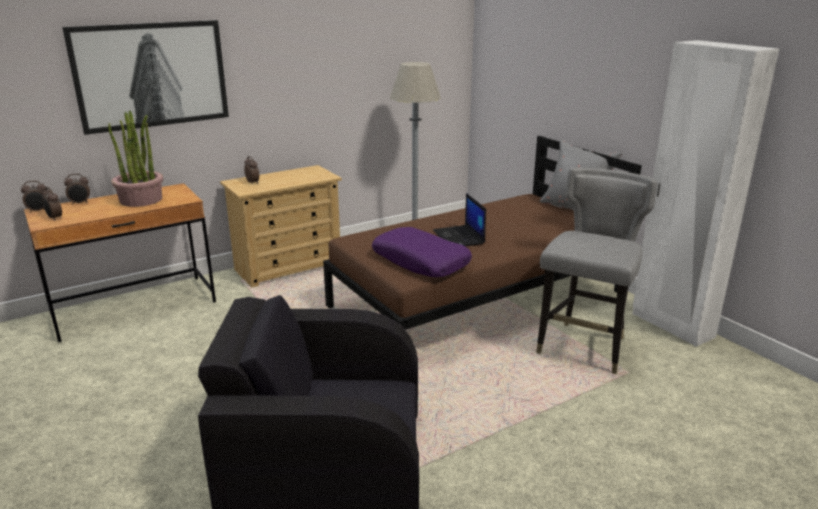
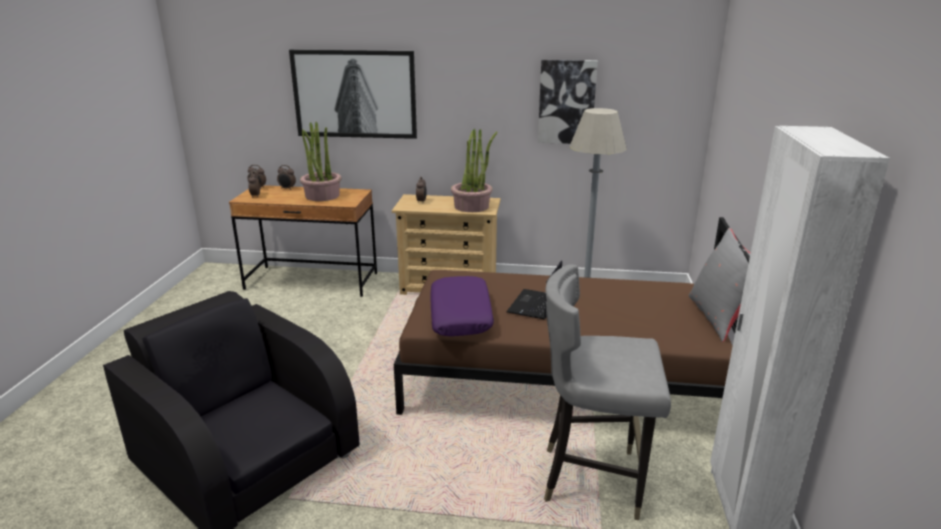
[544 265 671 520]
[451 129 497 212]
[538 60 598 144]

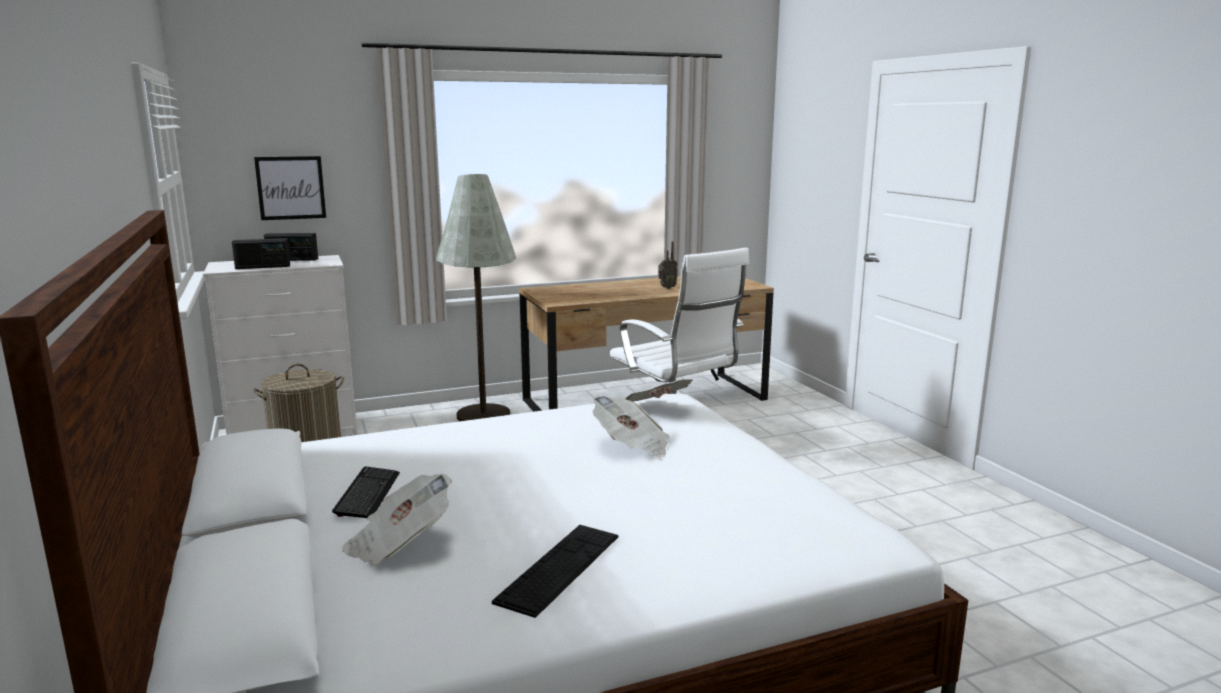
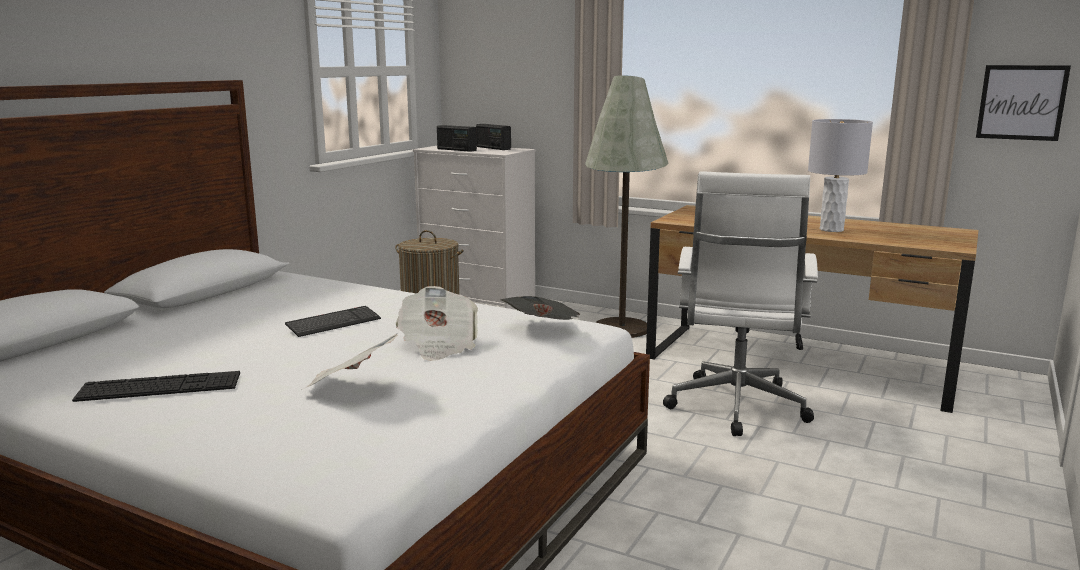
[976 65 1071 141]
[285 306 381 337]
[304 333 398 389]
[808 119 873 232]

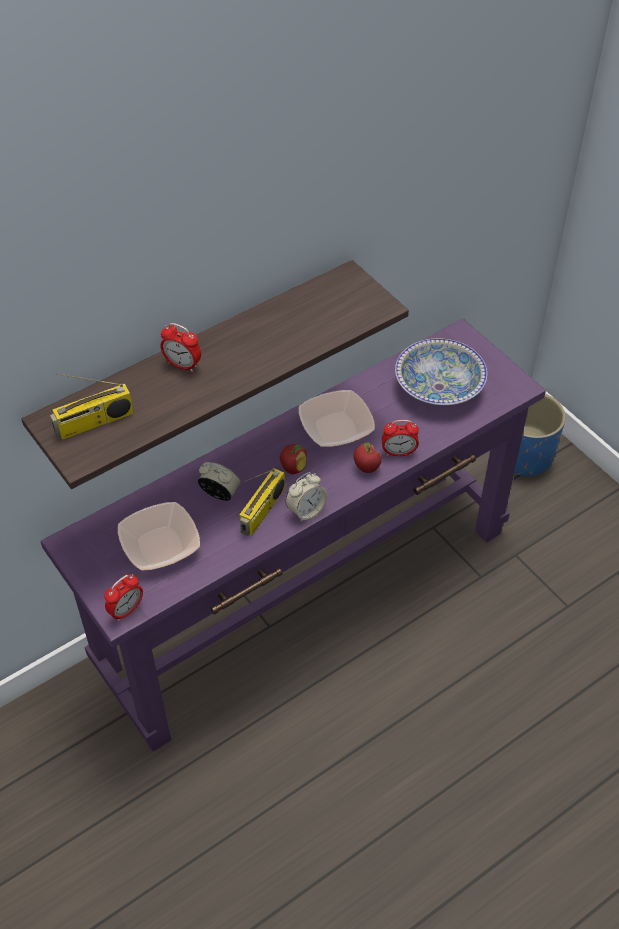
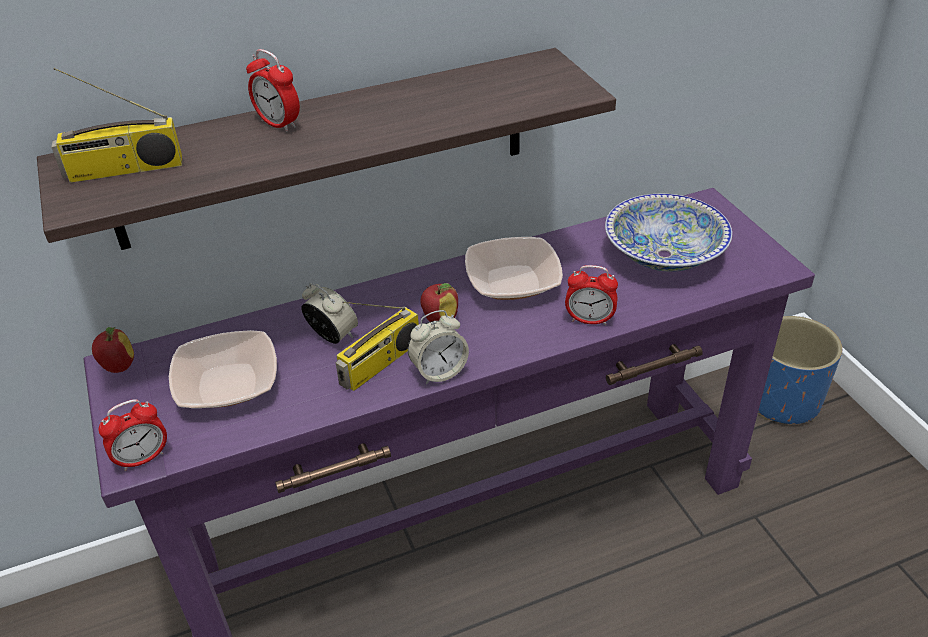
[92 327 134 373]

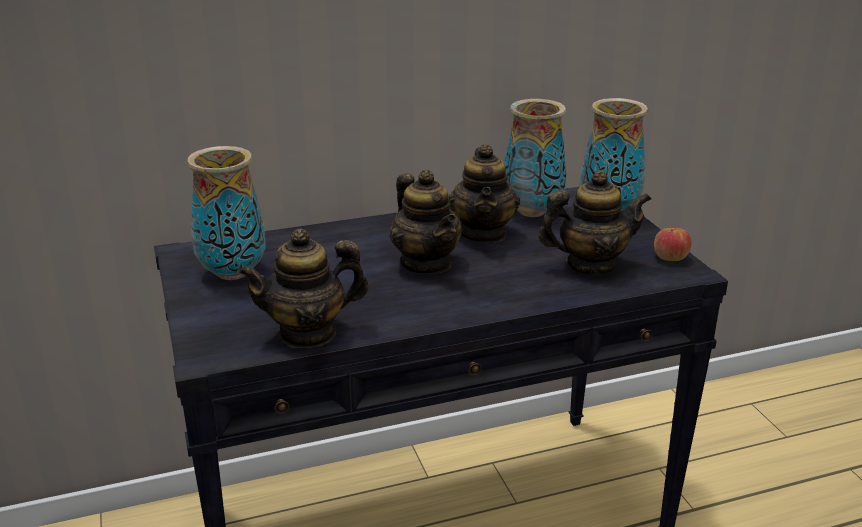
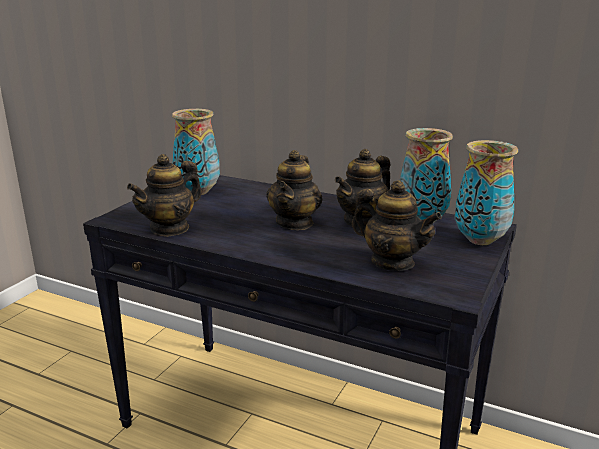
[127 154 202 237]
[654 228 692 261] (first image)

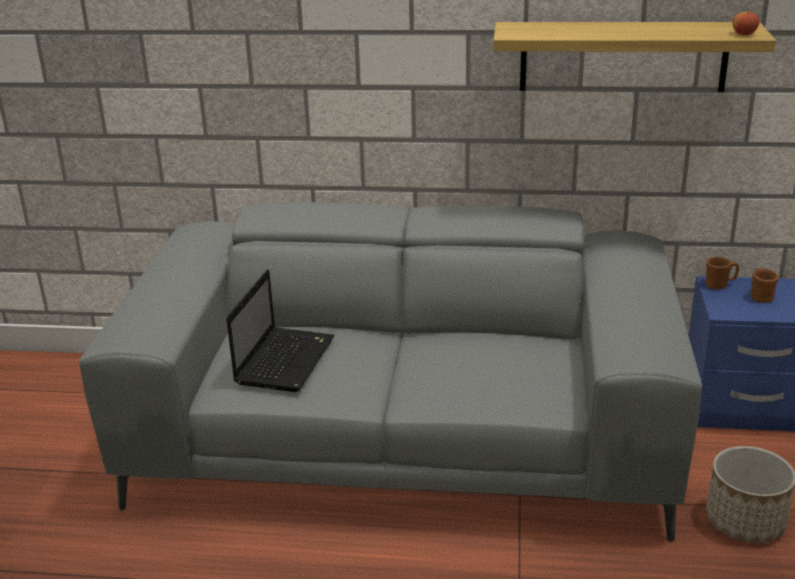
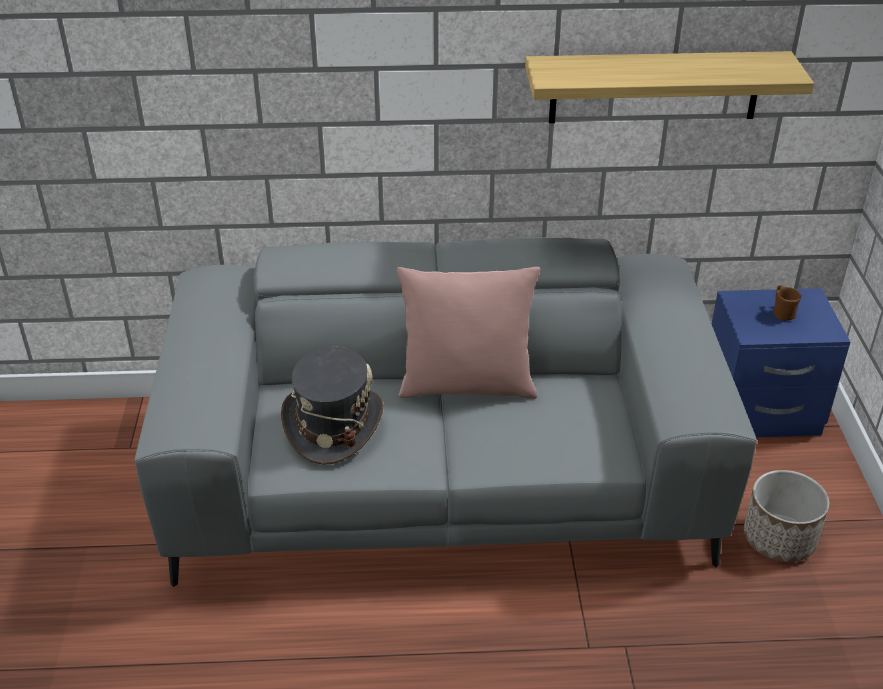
[281 347 384 465]
[705 257 739 289] (first image)
[733 9 759 35] (first image)
[397 267 540 399]

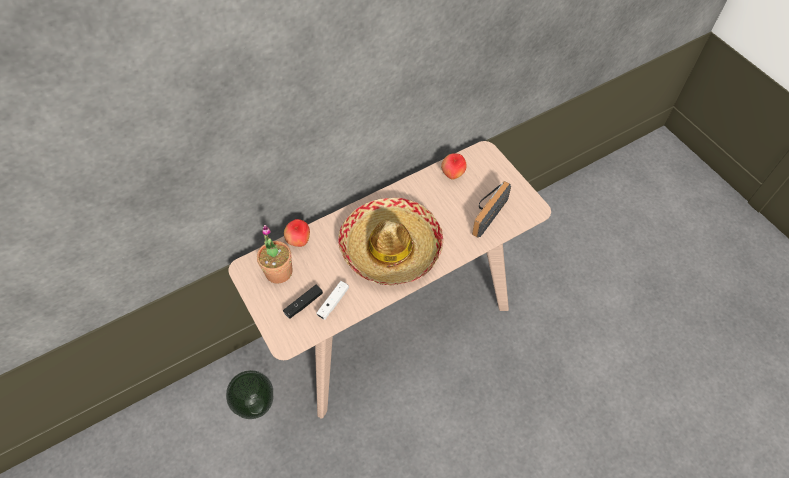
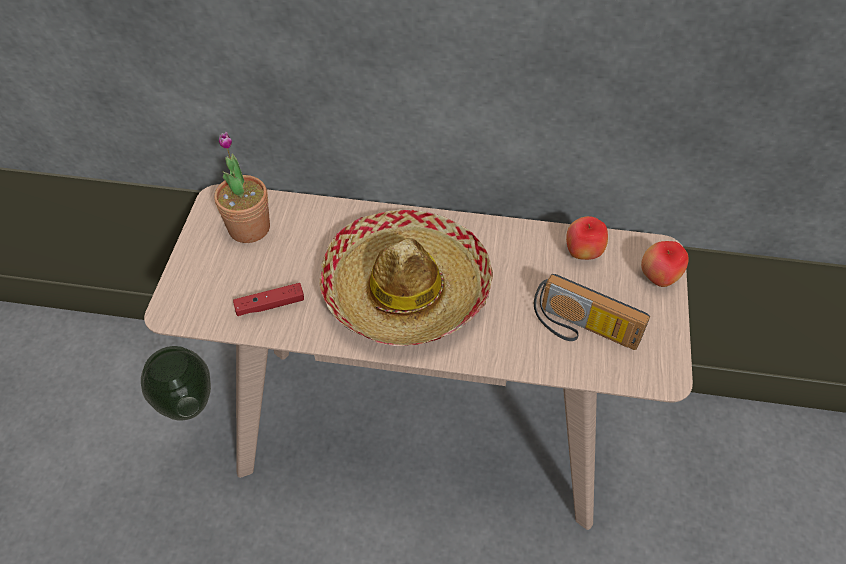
[283 285 323 319] (first image)
[641 241 689 287]
[233 283 304 316]
[534 274 650 350]

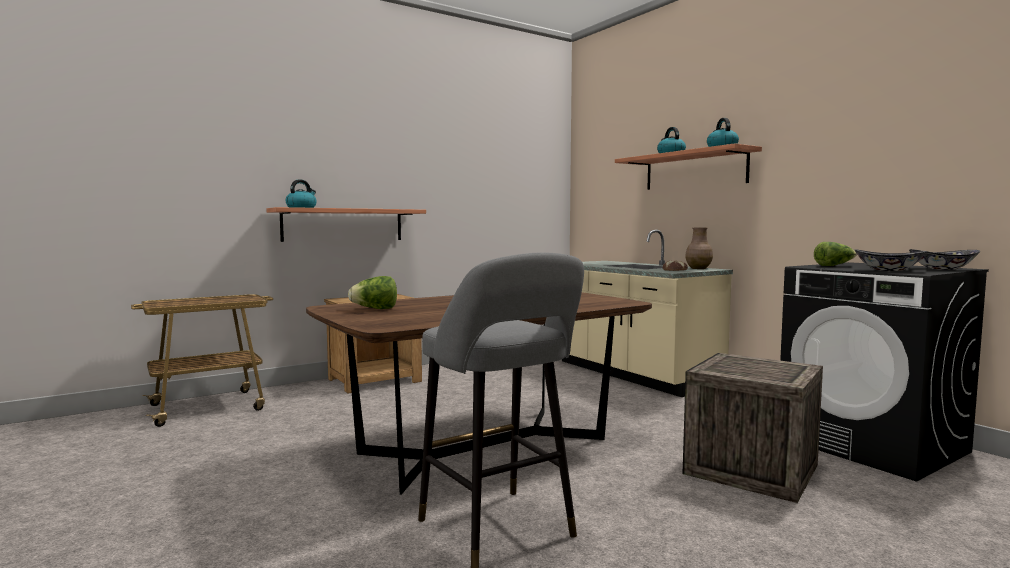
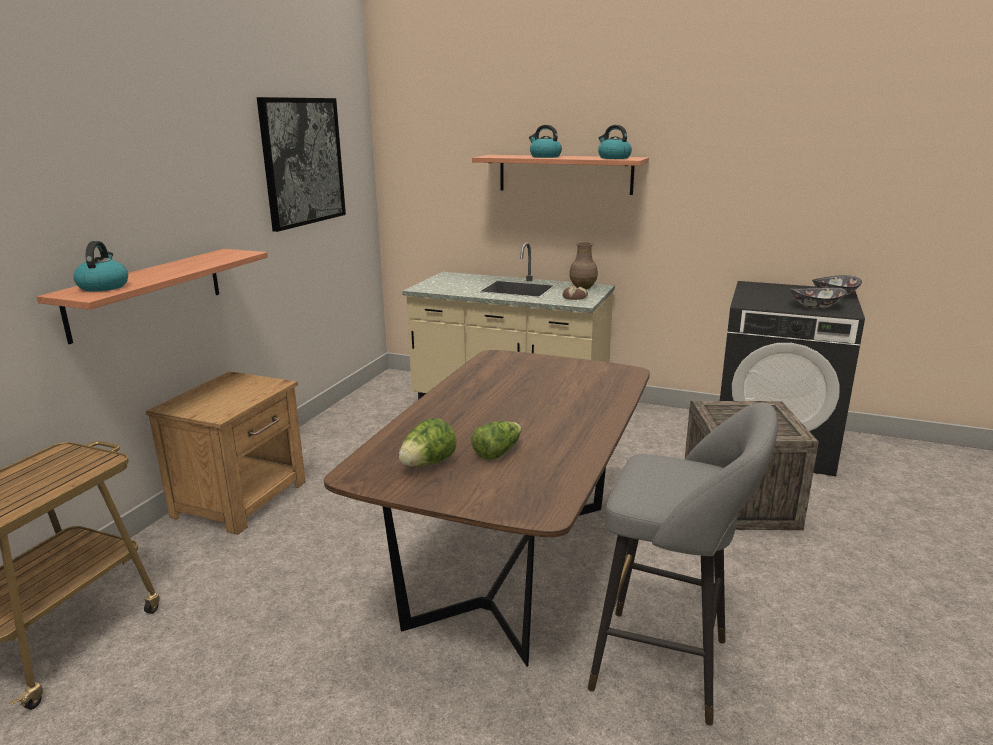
[471 421 522 460]
[257 97 346 232]

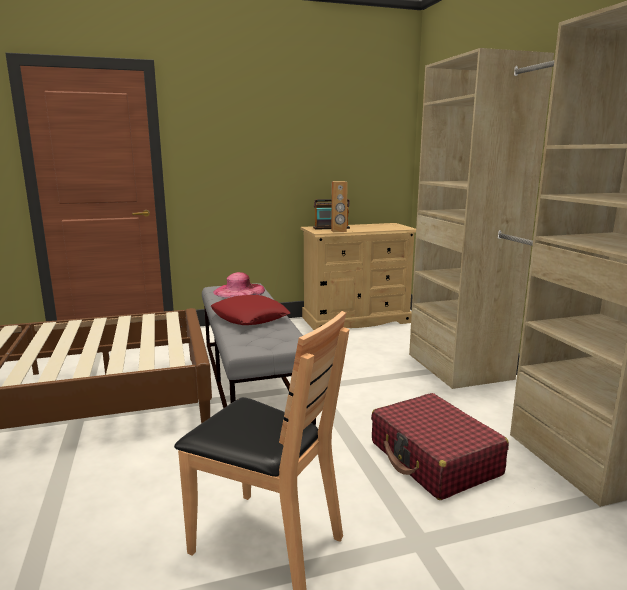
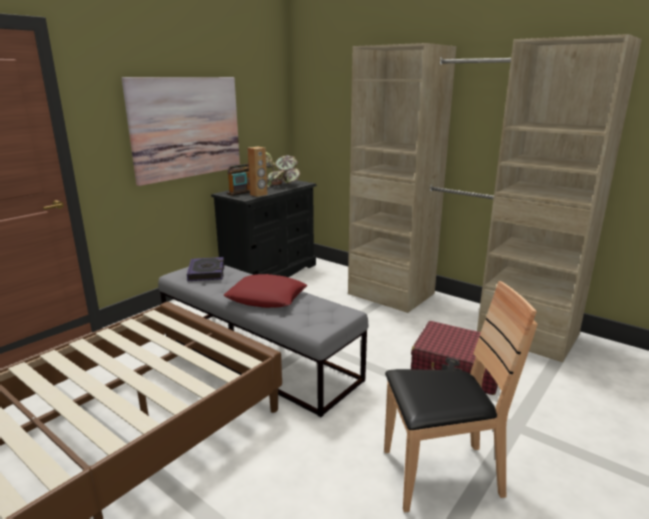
[187 257 224 281]
[211 179 317 277]
[122 77 240 186]
[266 152 300 187]

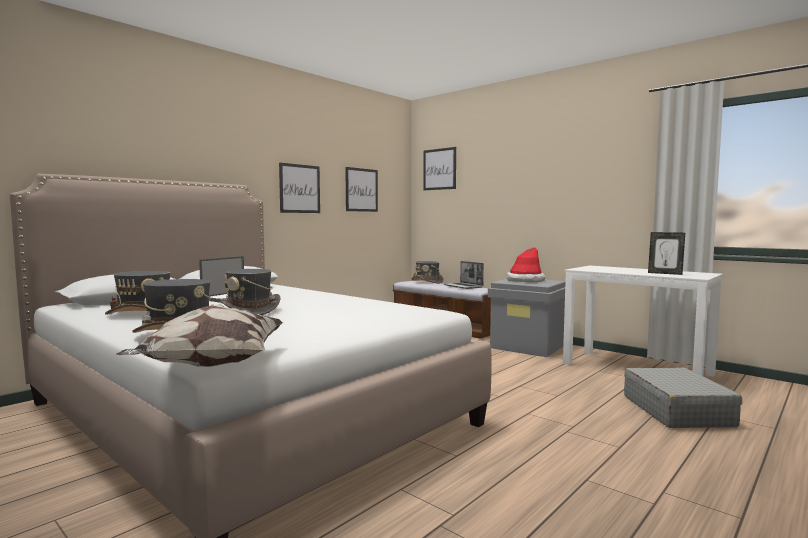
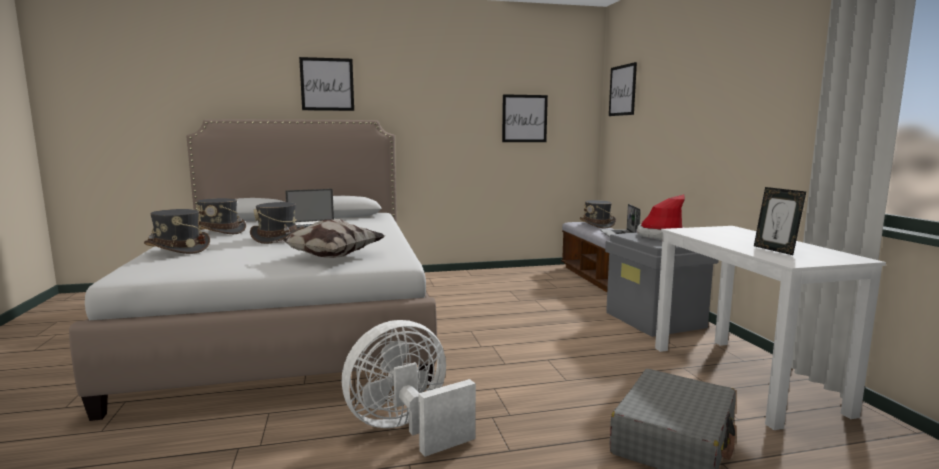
[271 219 384 258]
[299 57 354 111]
[342 320 476 457]

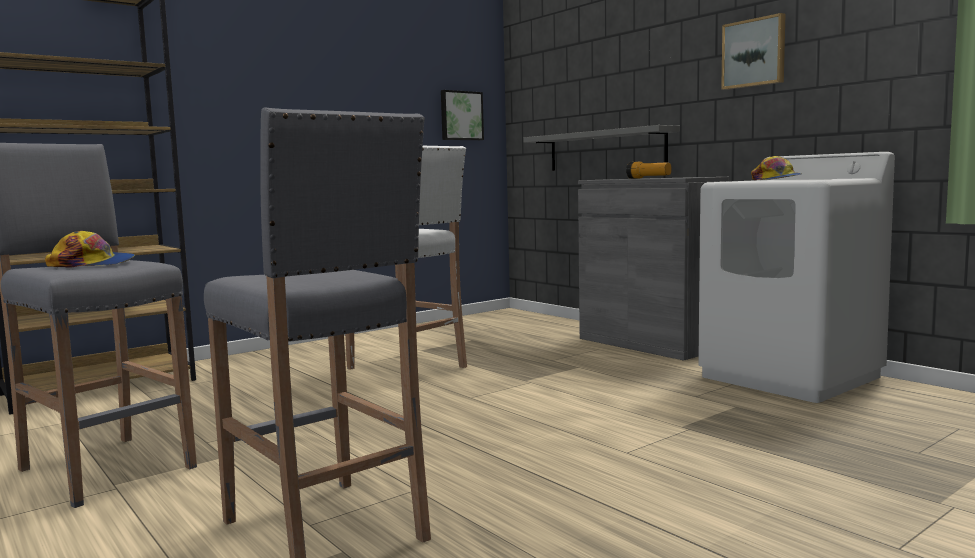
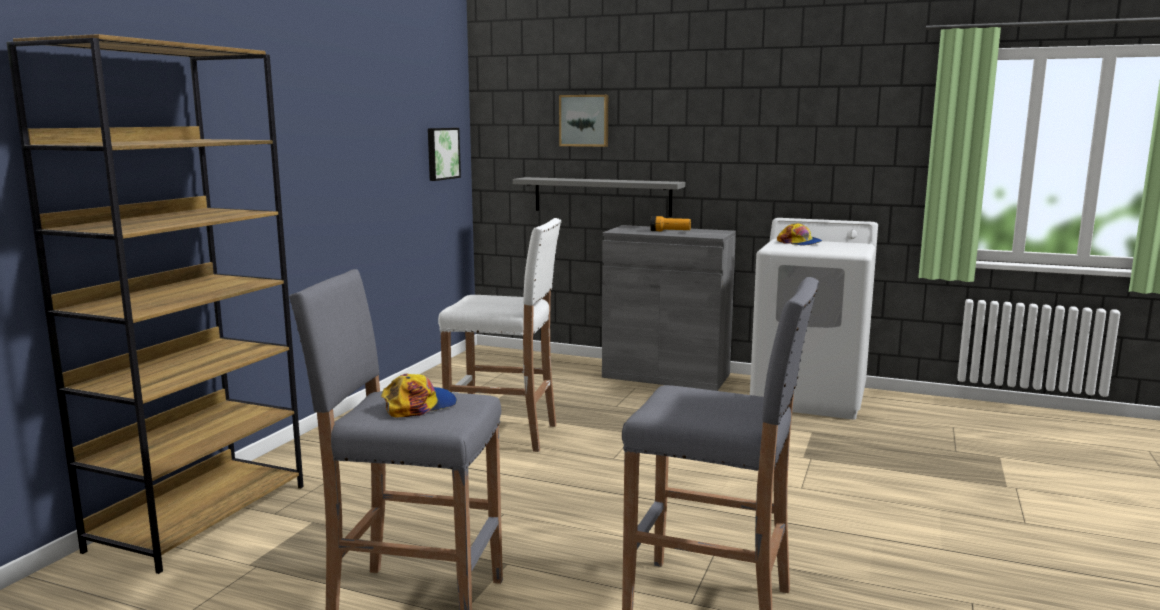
[559 95 608 147]

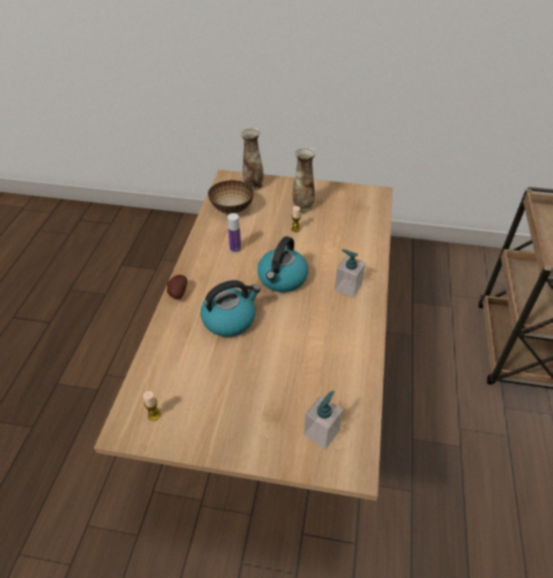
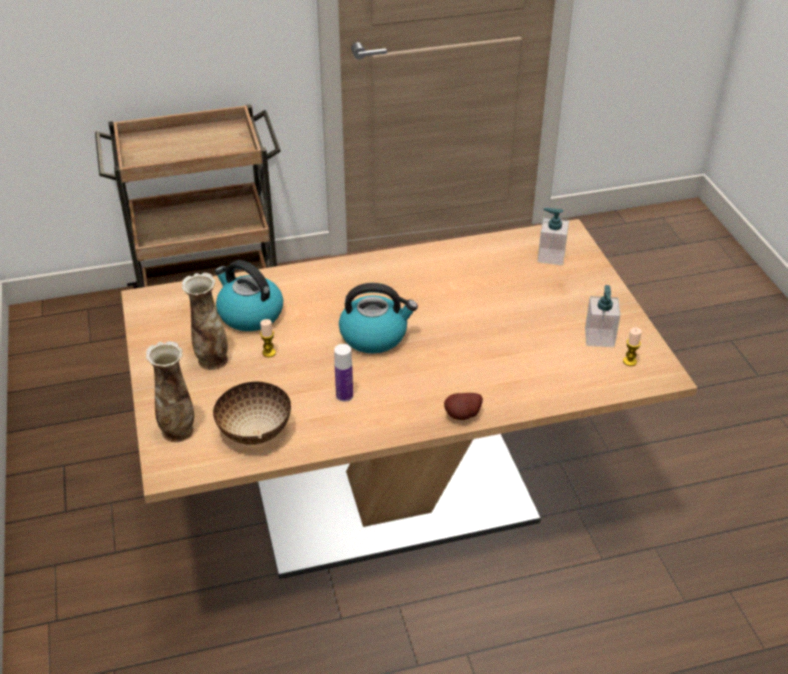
[215 260 283 331]
[585 285 620 347]

